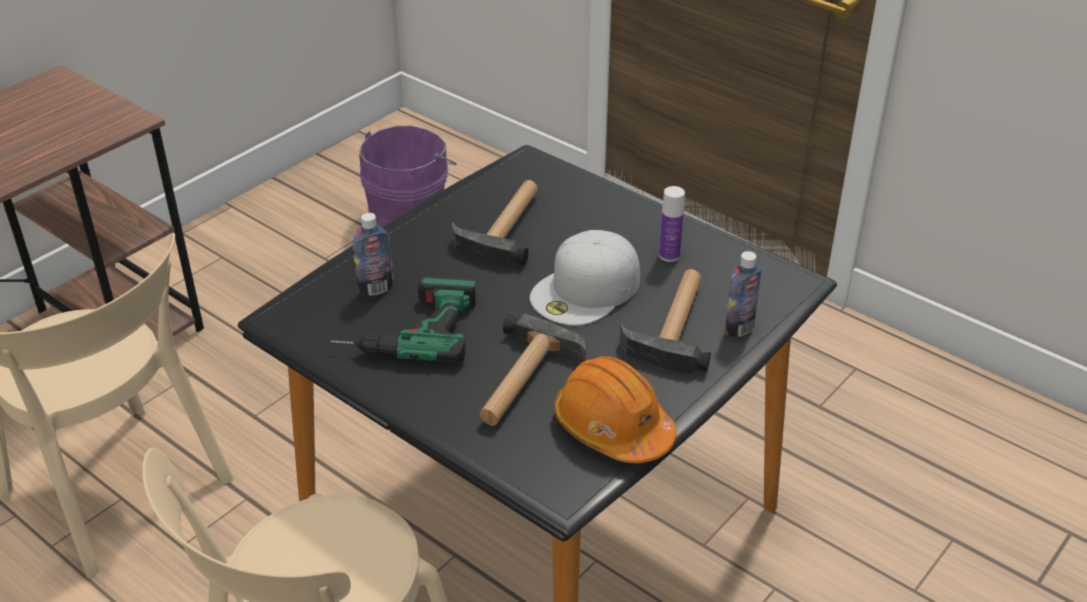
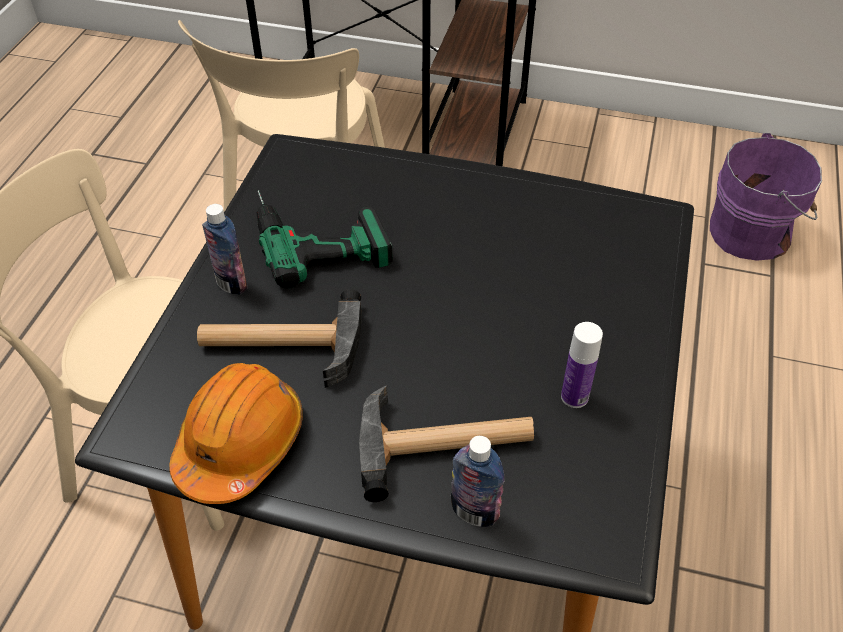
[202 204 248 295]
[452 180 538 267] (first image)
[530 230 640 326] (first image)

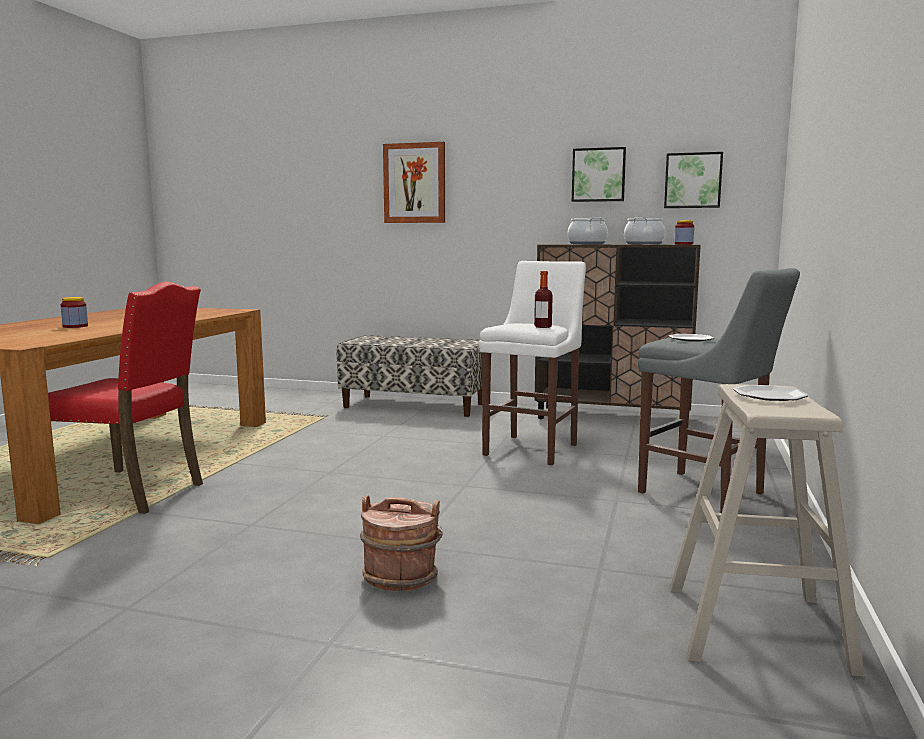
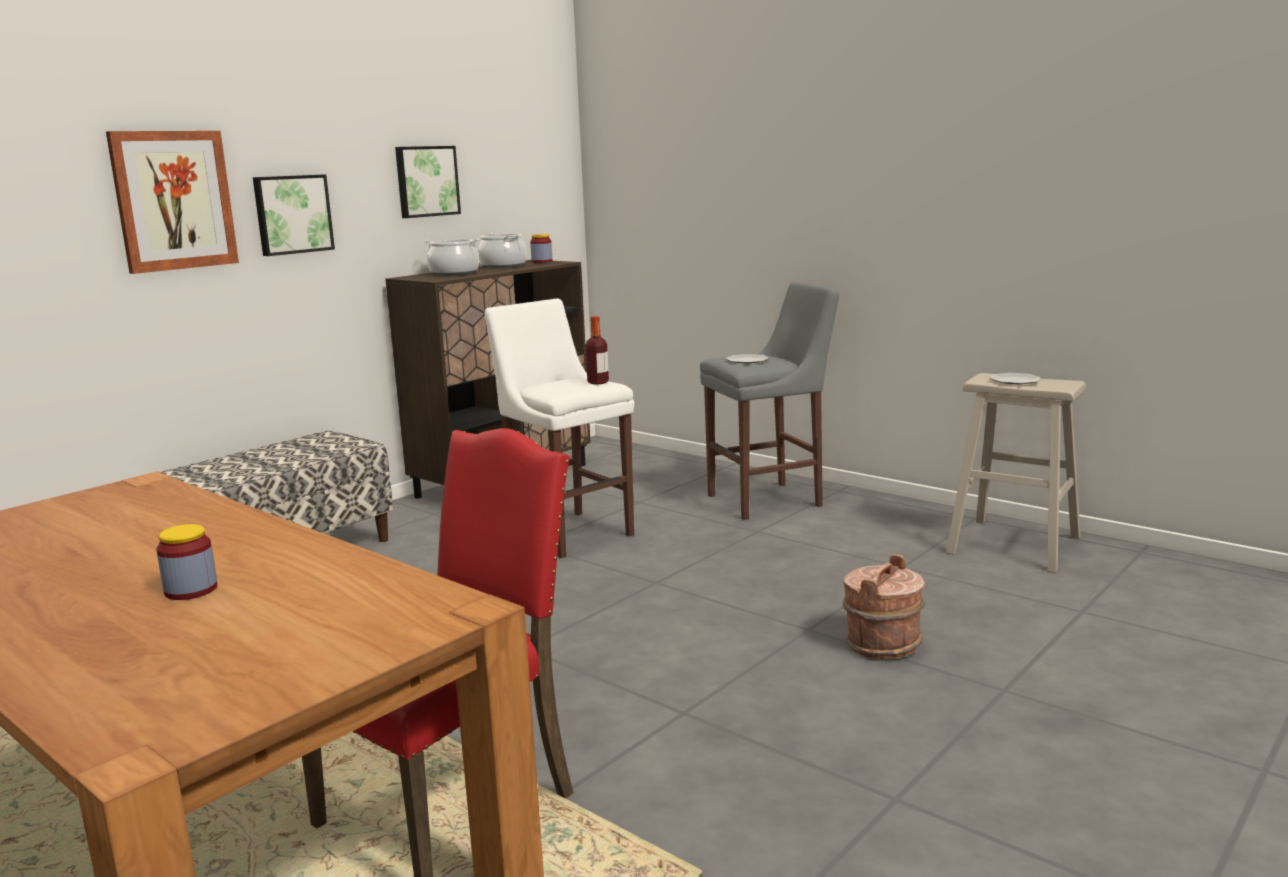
[253 174 335 256]

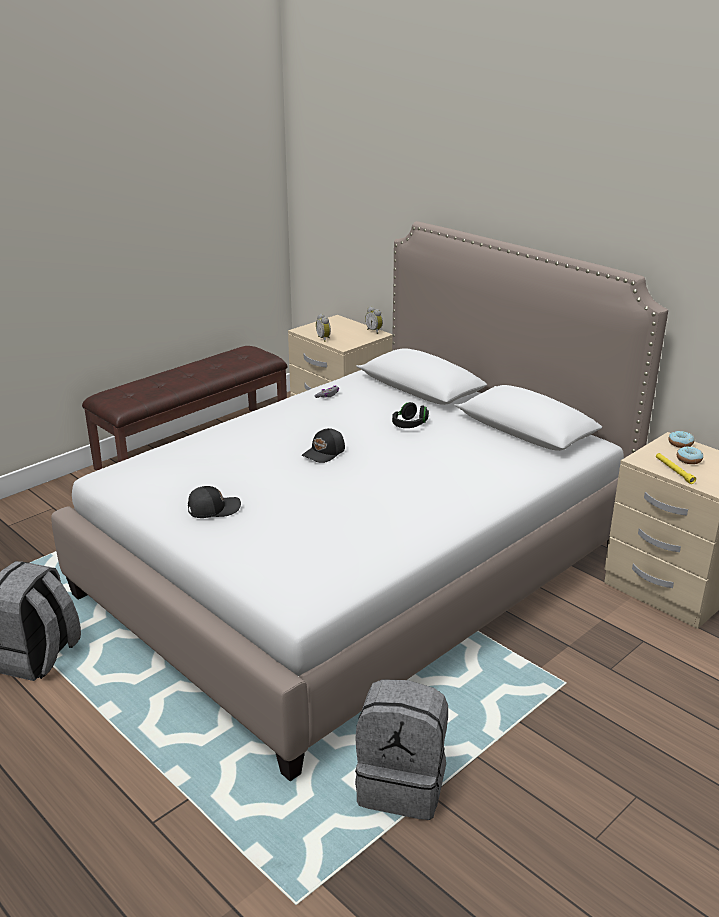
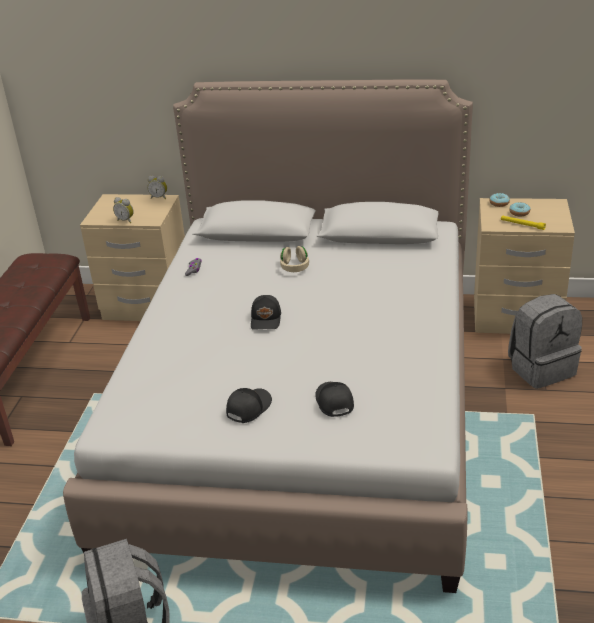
[508 294 582 389]
[280 246 309 272]
[315 382 354 417]

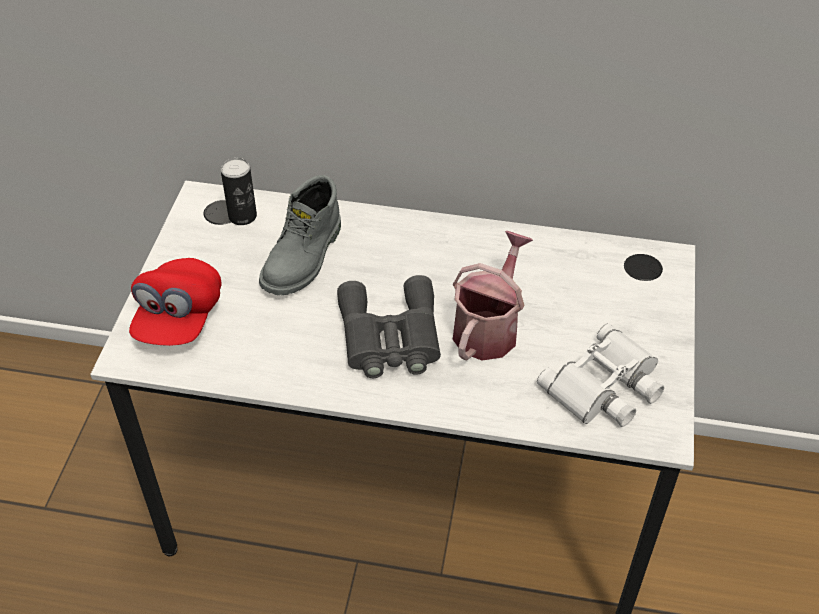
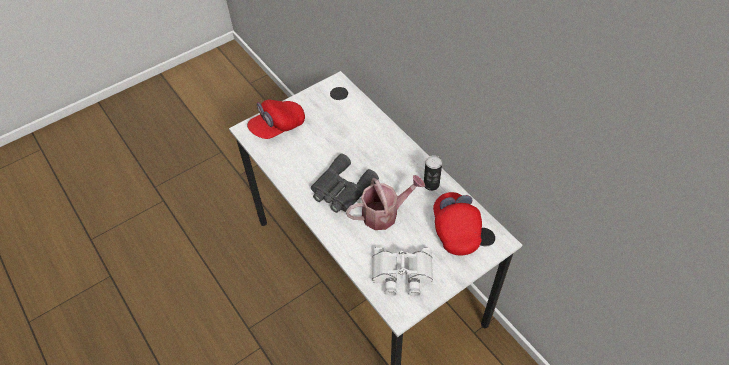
[424 155 442 191]
[259 175 341 295] (first image)
[433 192 482 255]

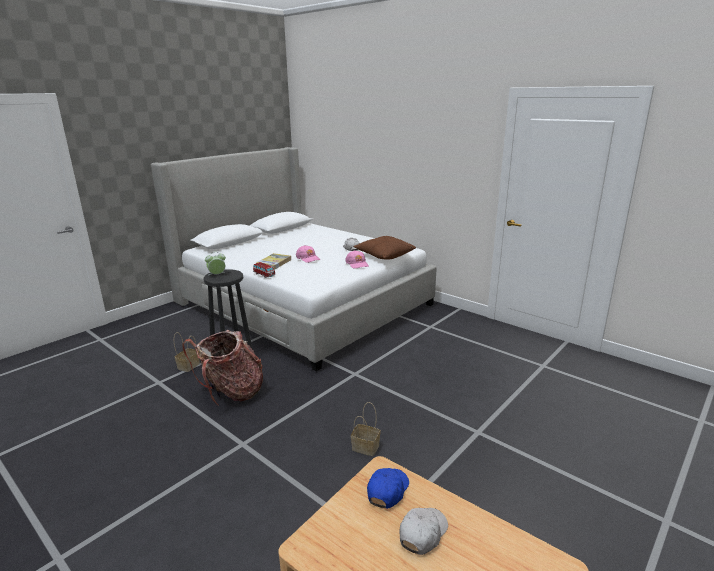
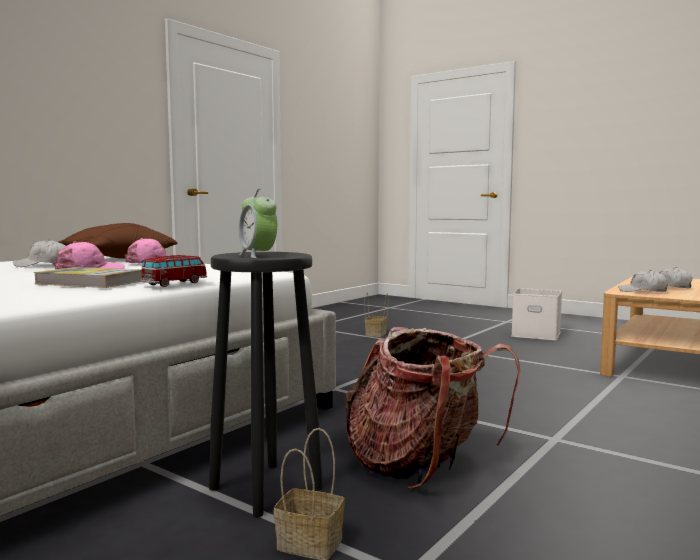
[365 292 388 337]
[618 270 668 292]
[511 288 562 341]

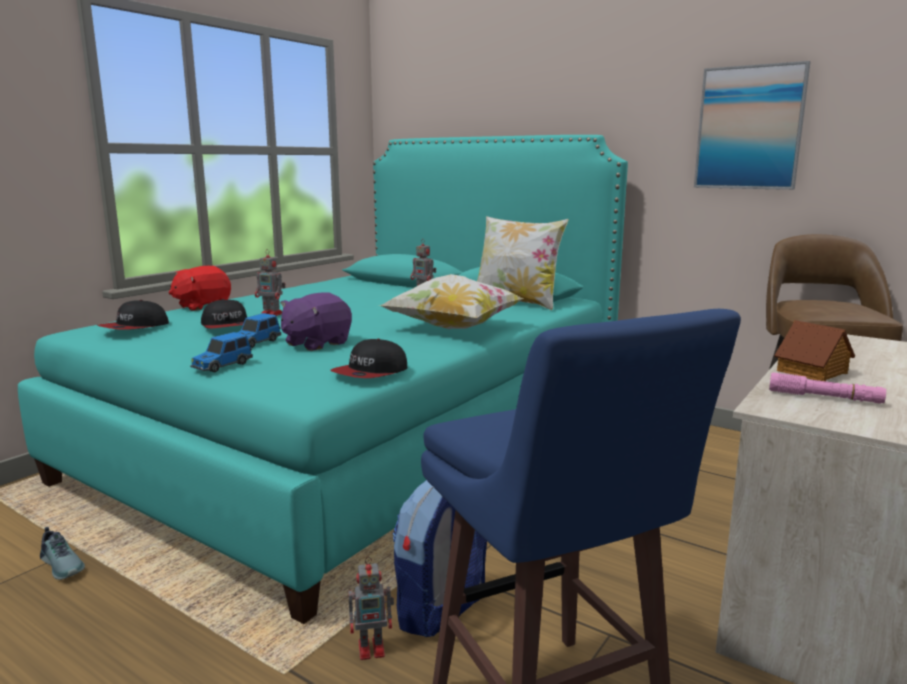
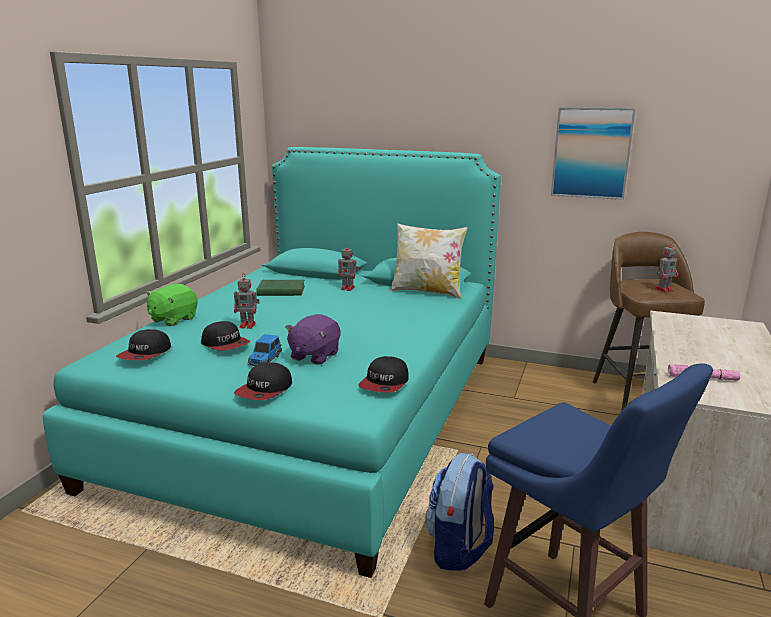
[40 527 85 580] (first image)
[146 284 198 326]
[234 362 292 400]
[655 241 678 293]
[378 274 524 329] (first image)
[774 320 855 381] (first image)
[257 280 305 296]

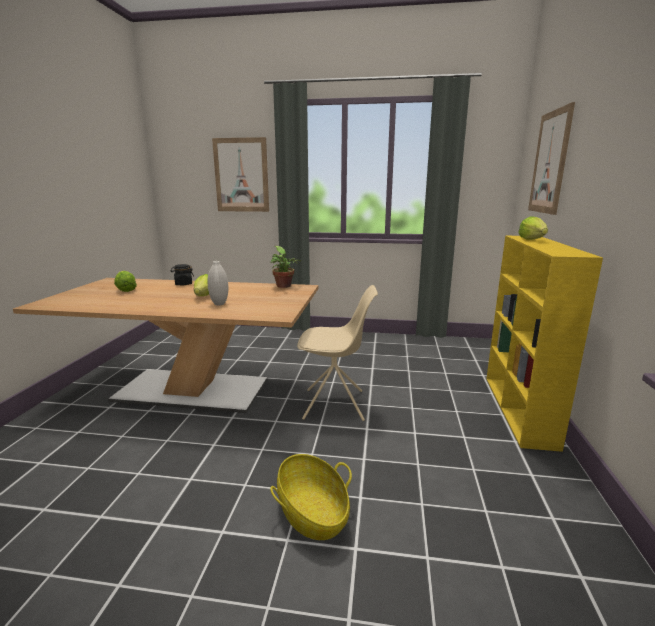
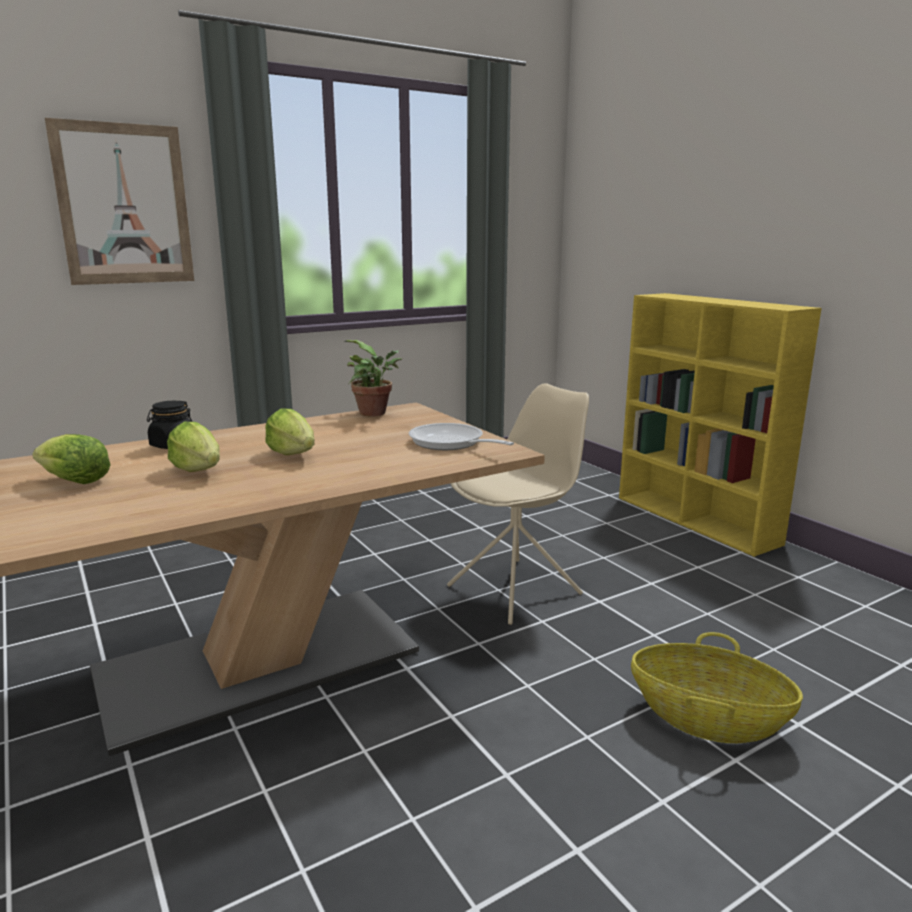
[207 261 228 306] (first image)
[167 422 220 472]
[528 102 575 215] (first image)
[409 423 514 450]

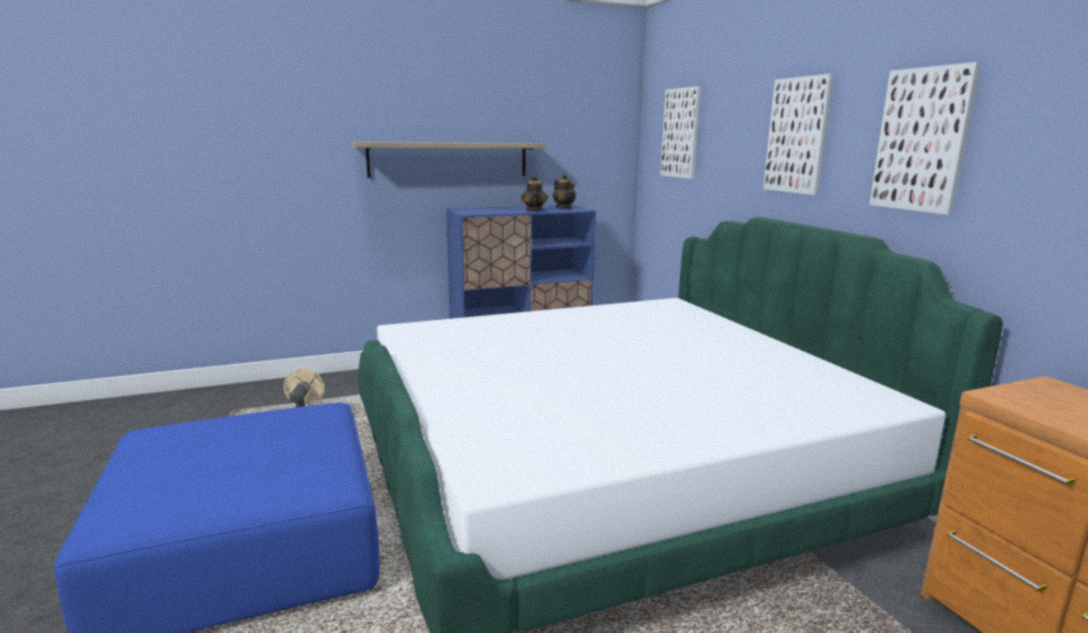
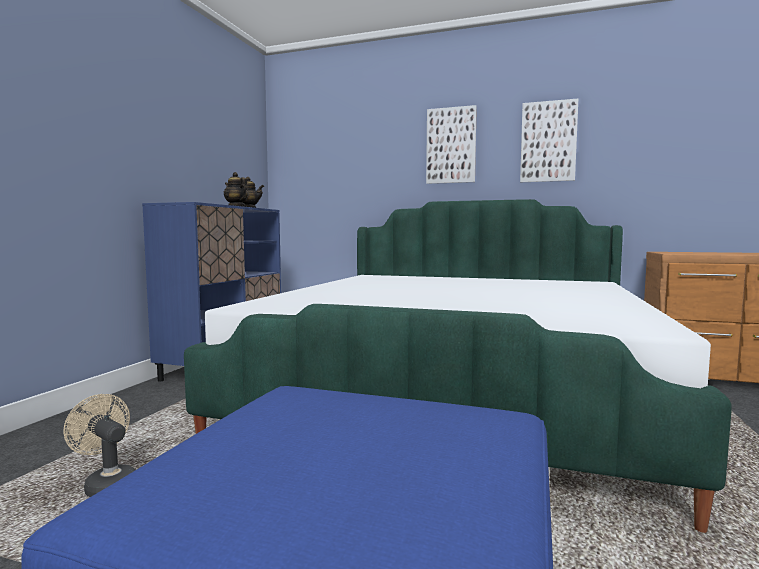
[352 142 546 178] (first image)
[660 86 701 179] (first image)

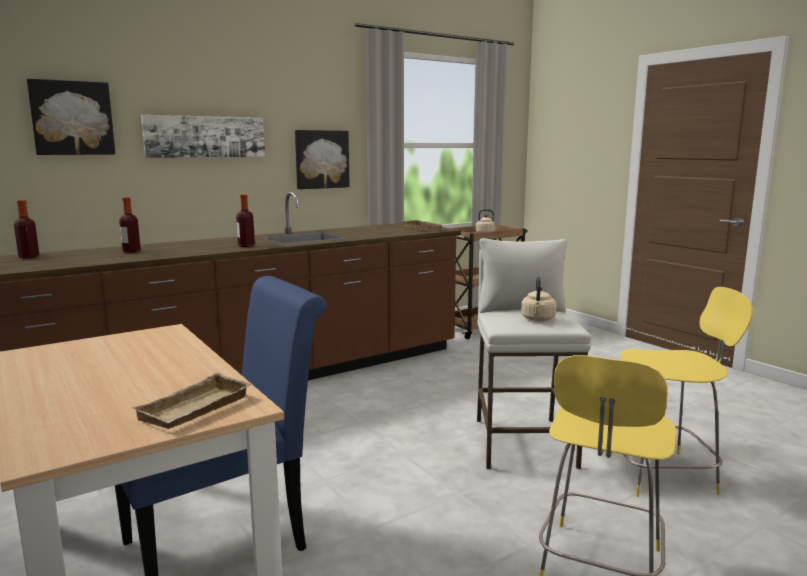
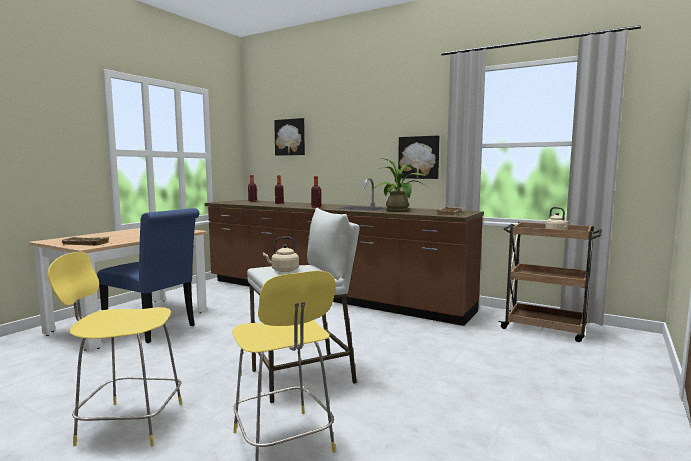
[141 115 265 158] (first image)
[371 158 426 212]

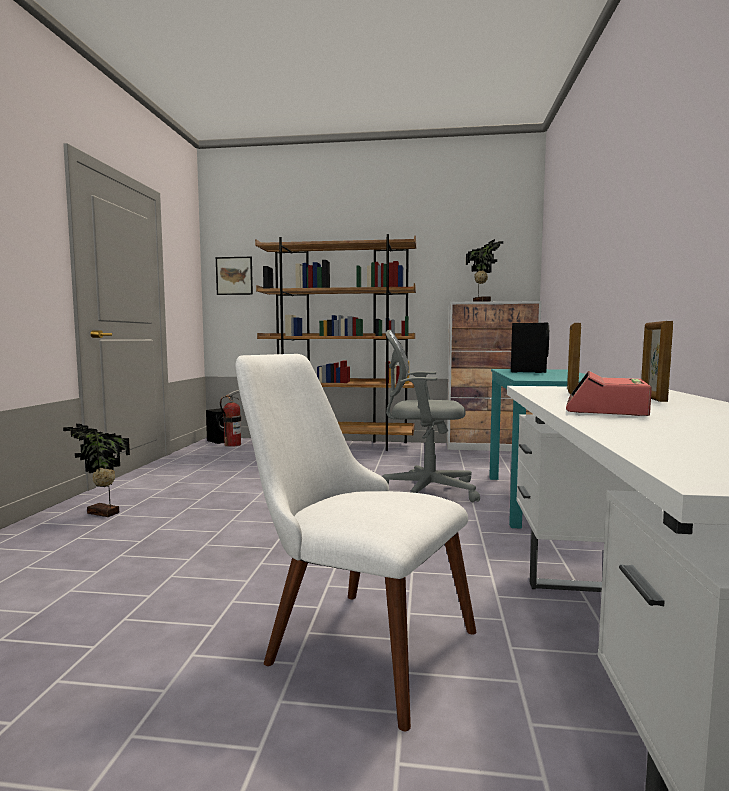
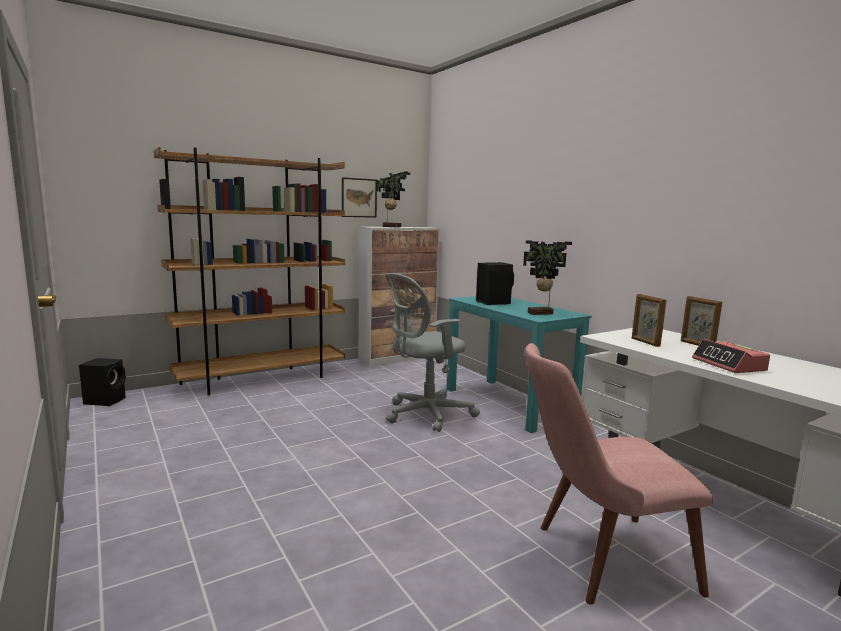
[523 240 572 315]
[342 177 377 218]
[220 390 241 447] (first image)
[525 343 713 605]

